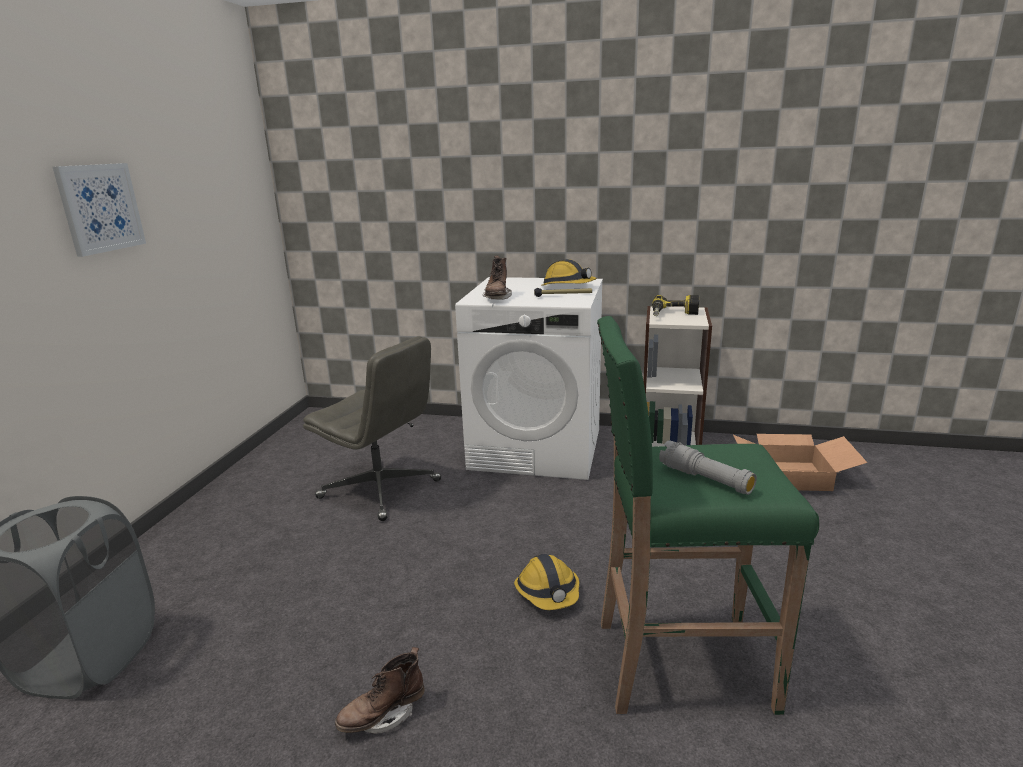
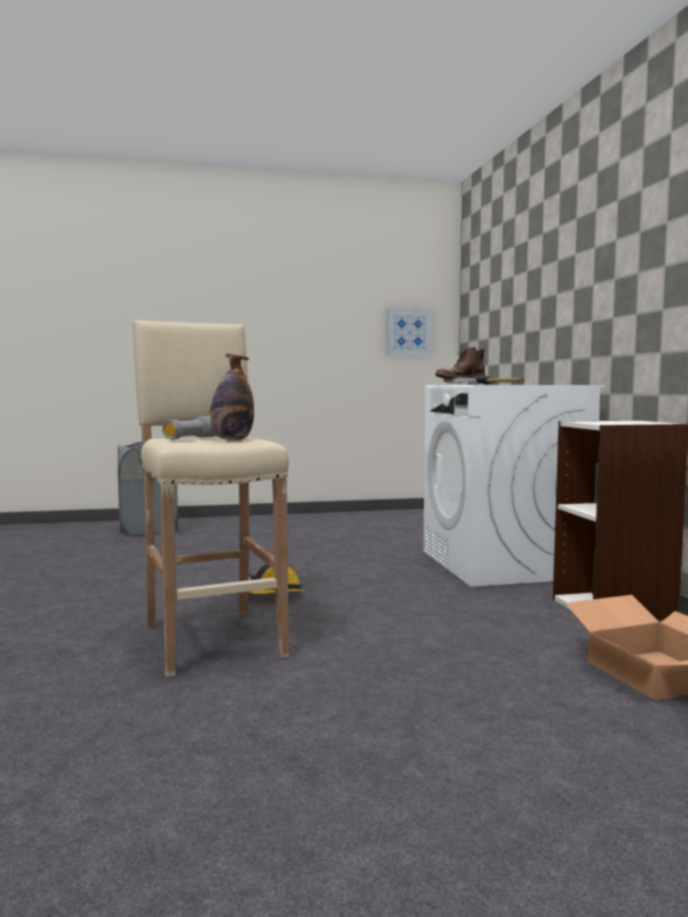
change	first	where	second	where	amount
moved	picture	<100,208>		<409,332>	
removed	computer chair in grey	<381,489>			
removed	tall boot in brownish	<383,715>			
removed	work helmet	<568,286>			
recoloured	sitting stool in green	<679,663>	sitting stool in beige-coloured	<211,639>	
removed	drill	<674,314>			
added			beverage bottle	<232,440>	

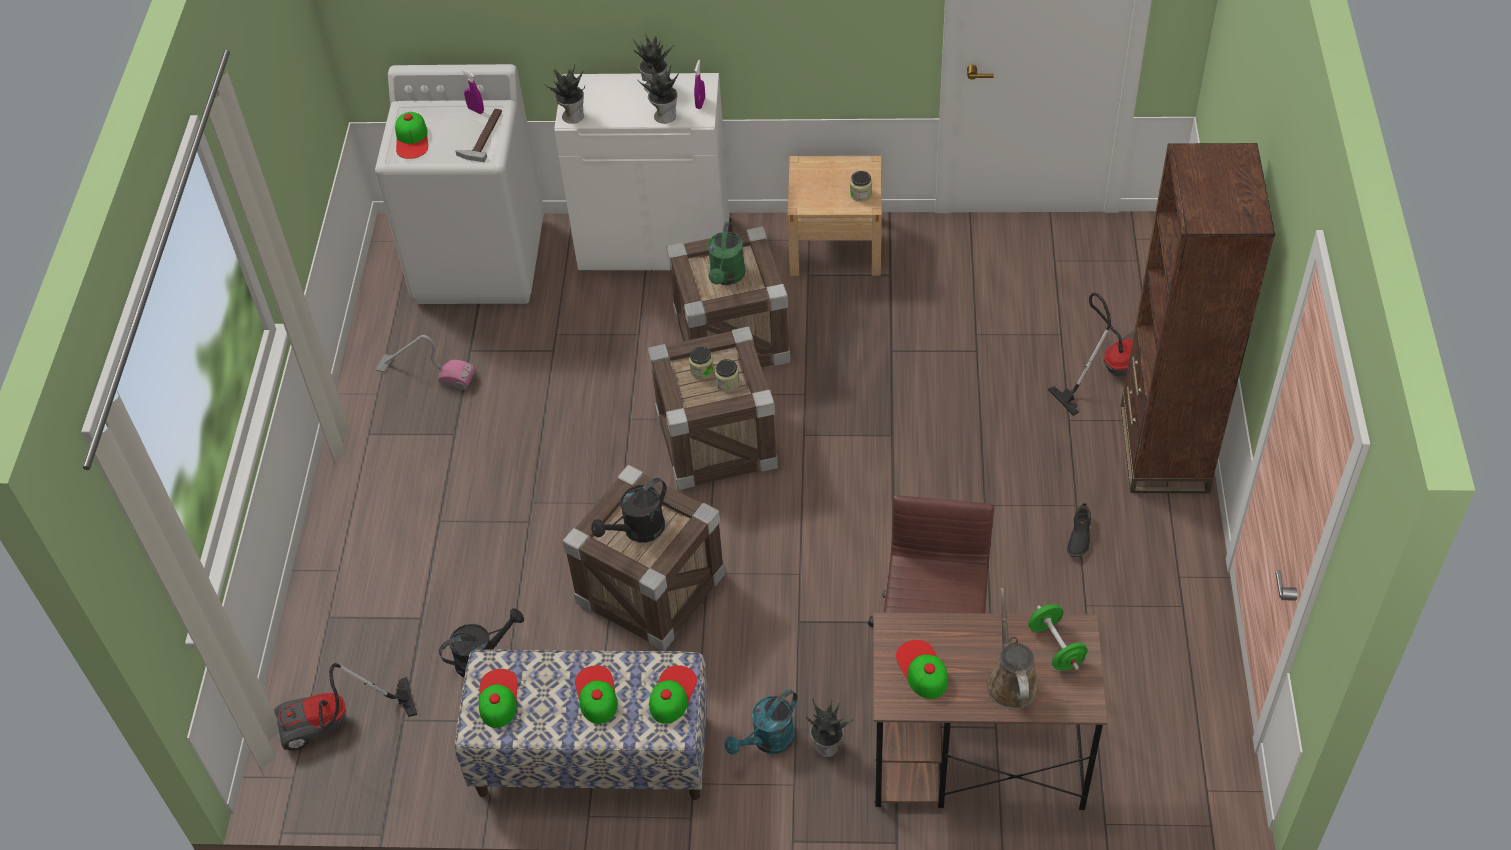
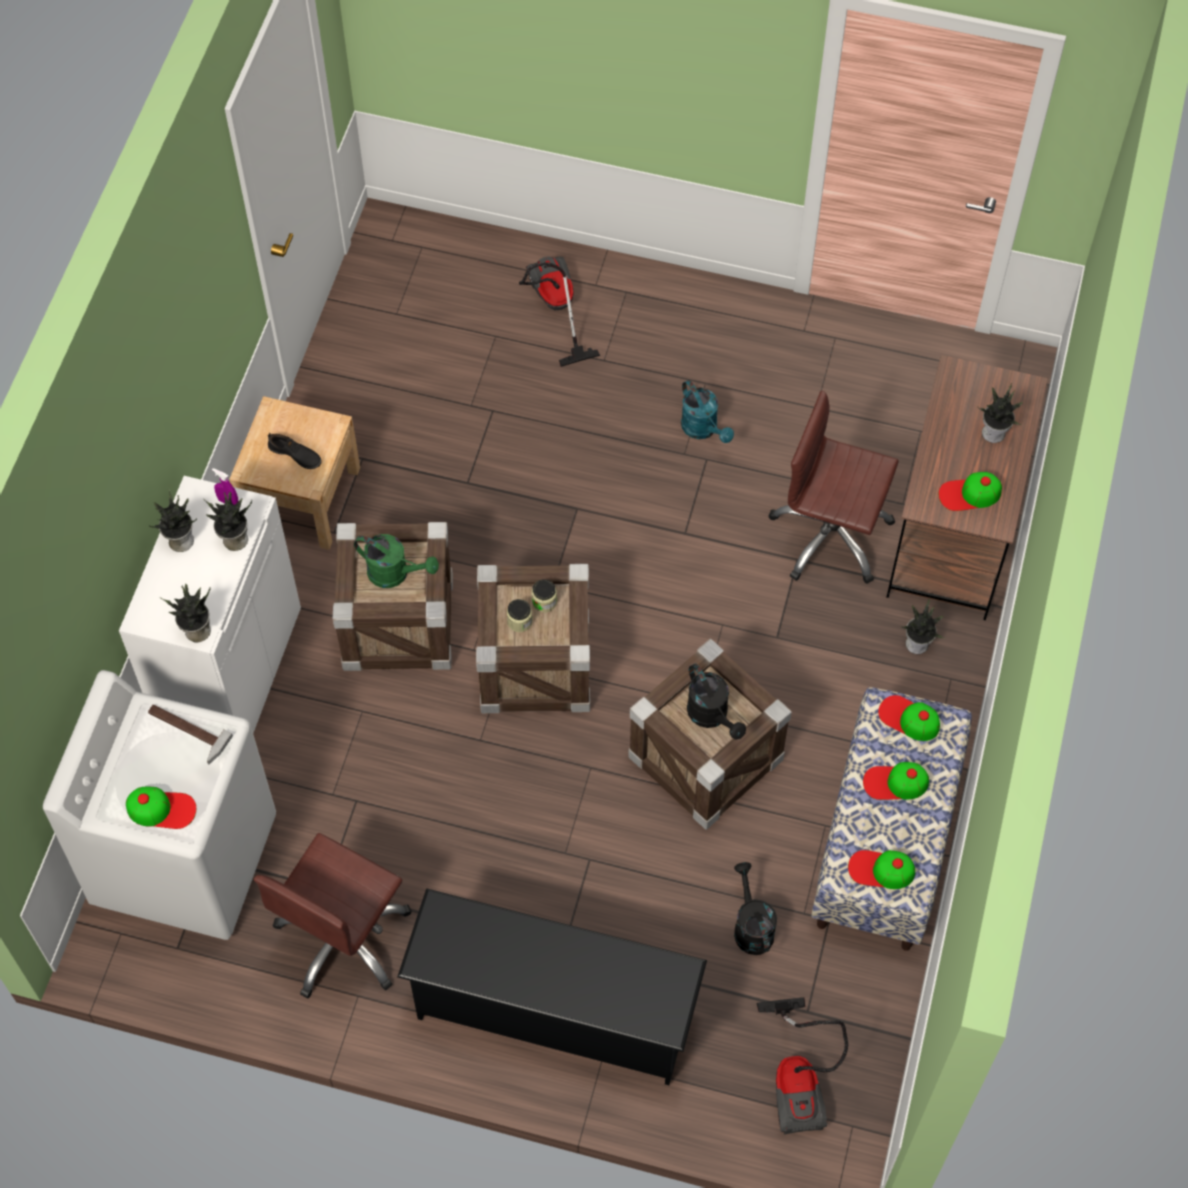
change	first	where	second	where	amount
replaced	vacuum cleaner	<426,372>	computer chair in brownish	<344,938>	
removed	spray bottle in purplish	<476,110>			
moved	sprinkling can in blue-green	<768,741>		<703,429>	
removed	jar	<861,194>			
replaced	sprinkling can in brownish	<1011,681>	plant in a pot	<994,433>	
removed	hand weight in green	<1056,647>			
moved	item of footwear in black-coloured	<1079,536>		<295,455>	
removed	bookshelf in brownish	<1163,448>			
added			shoe stand in black-coloured	<554,1011>	

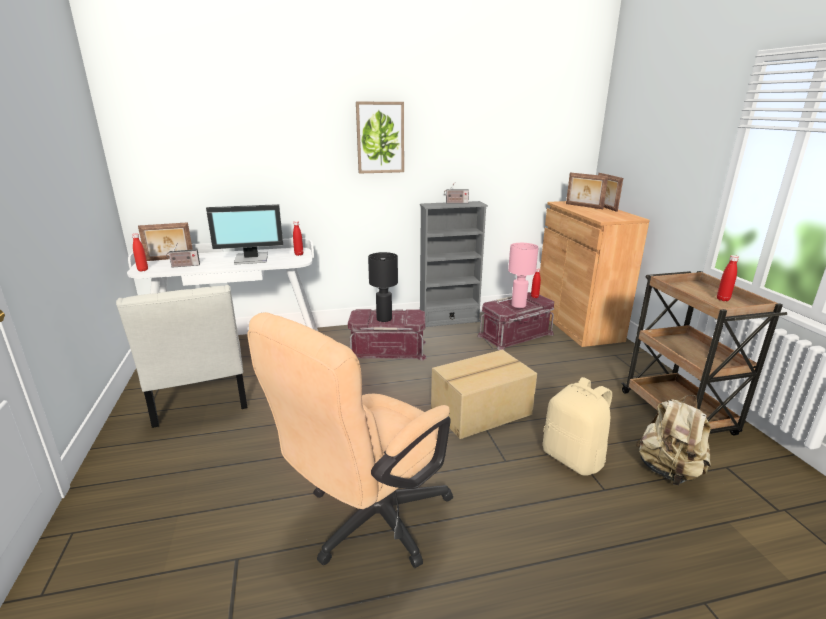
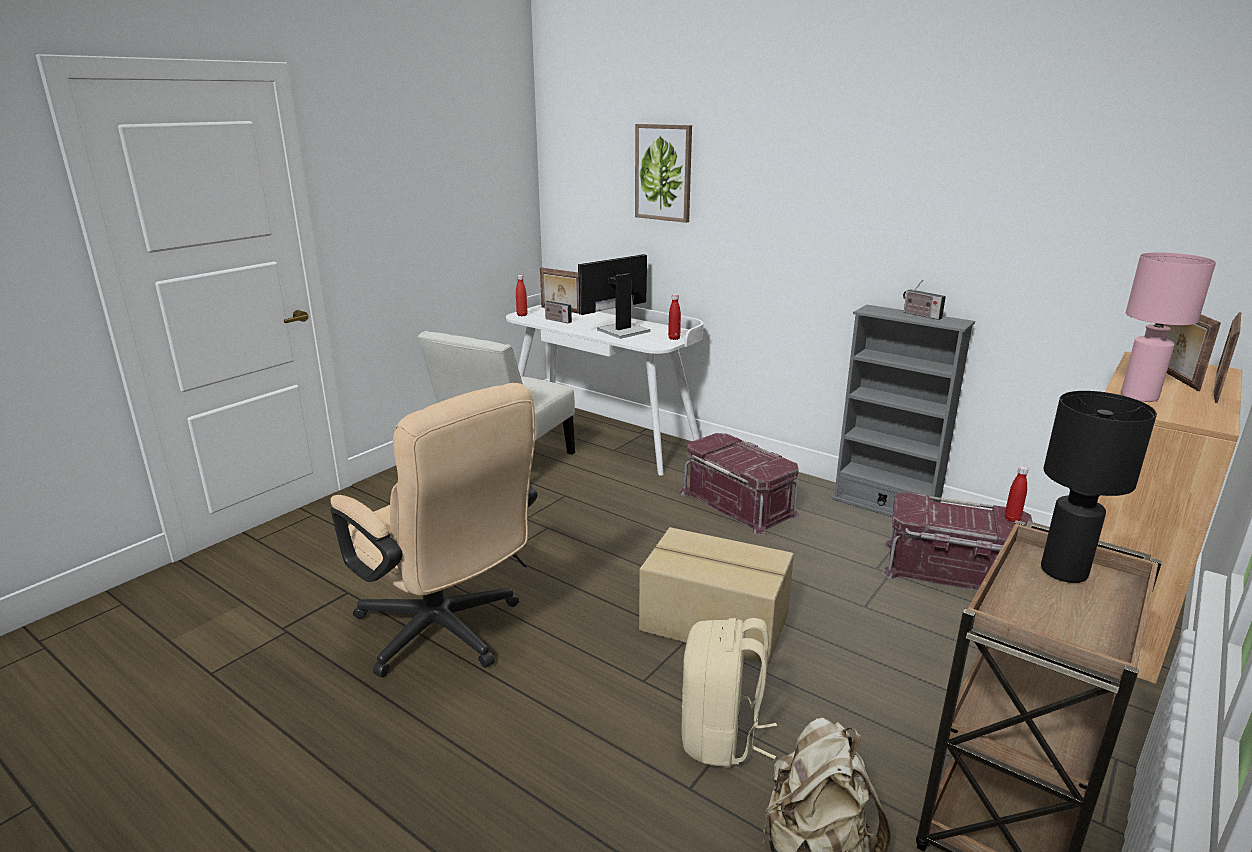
change	first	where	second	where	amount
turned	monitor	<252,259>		<621,330>	105 degrees clockwise
turned	computer chair in beige-coloured	<367,523>		<447,634>	135 degrees counterclockwise
moved	picture	<380,137>		<663,172>	
moved	table lamp in black-coloured	<384,319>		<1063,572>	
moved	table lamp in pink-coloured	<518,305>		<1139,397>	
removed	beverage bottle in red-coloured	<723,299>			

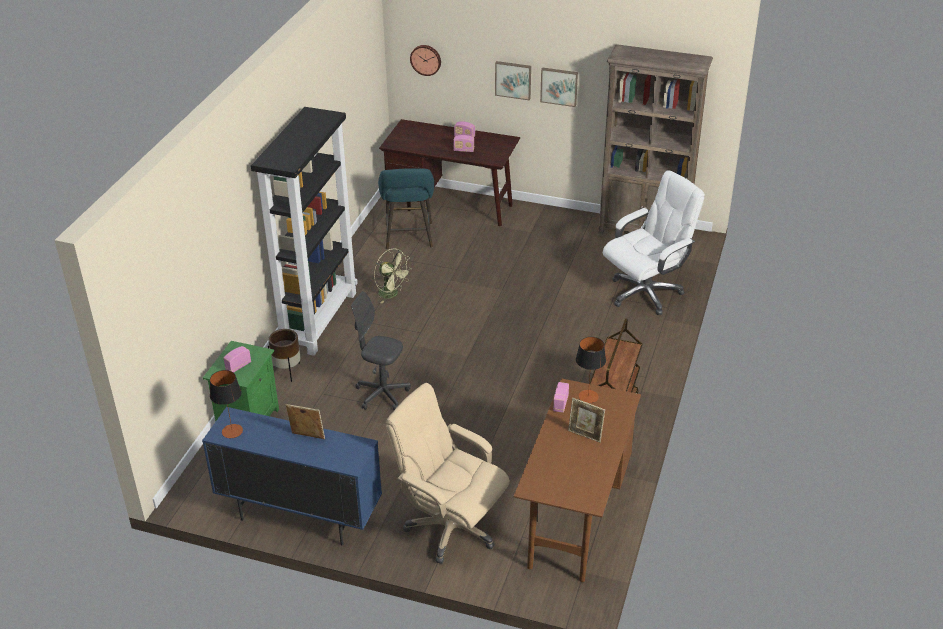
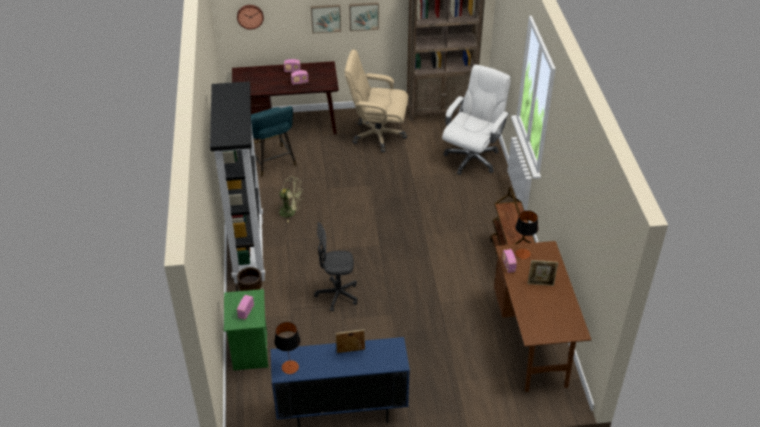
change	first	where	second	where	amount
moved	computer chair in beige-coloured	<450,527>		<377,135>	

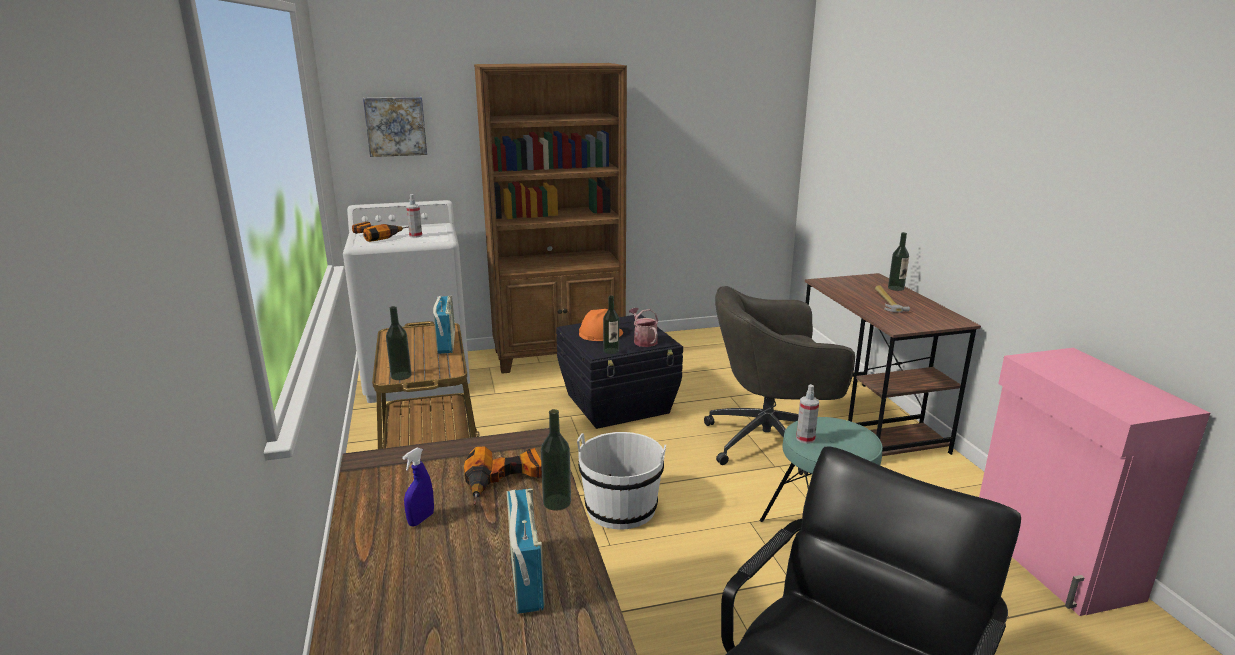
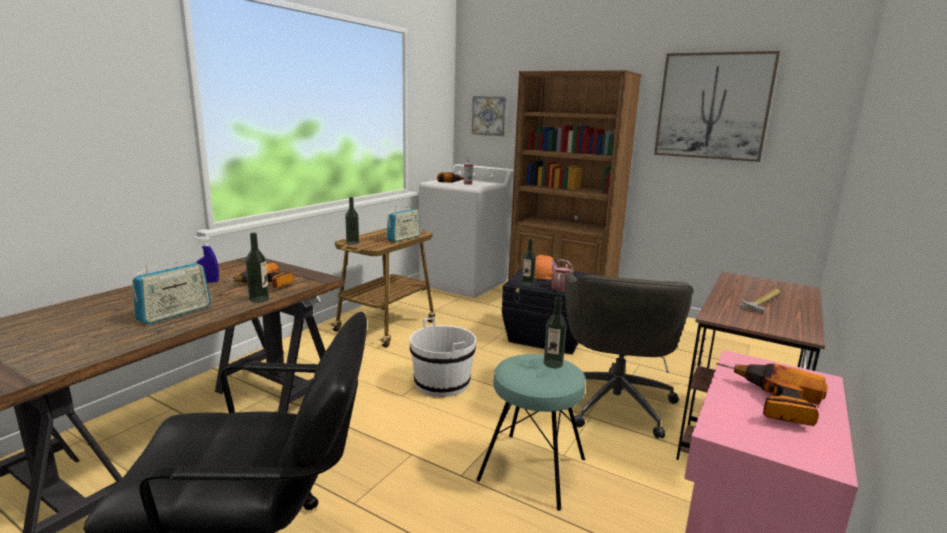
change	first	where	second	where	amount
turned	computer chair in grey	<770,441>		<615,401>	120 degrees counterclockwise
removed	spray bottle	<805,438>			
moved	beverage bottle	<896,288>		<553,364>	
added			picture	<713,106>	
added			drill	<771,403>	

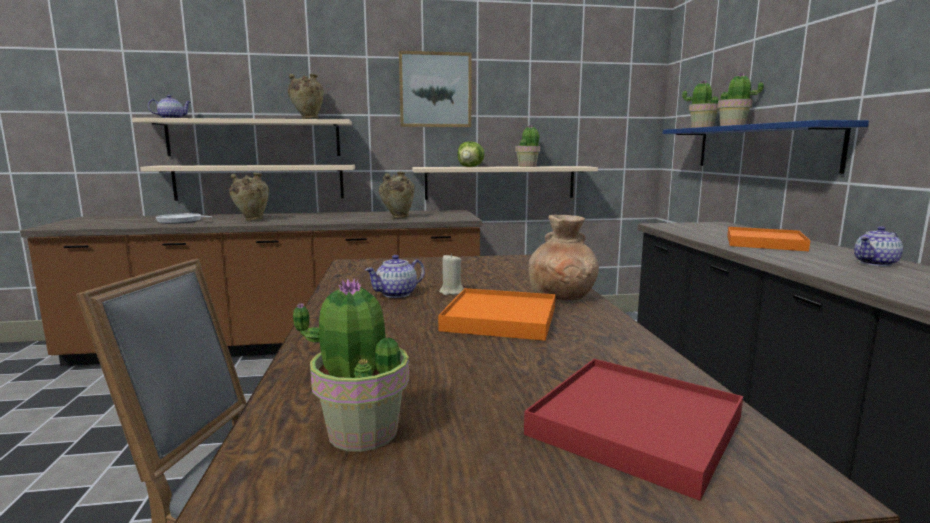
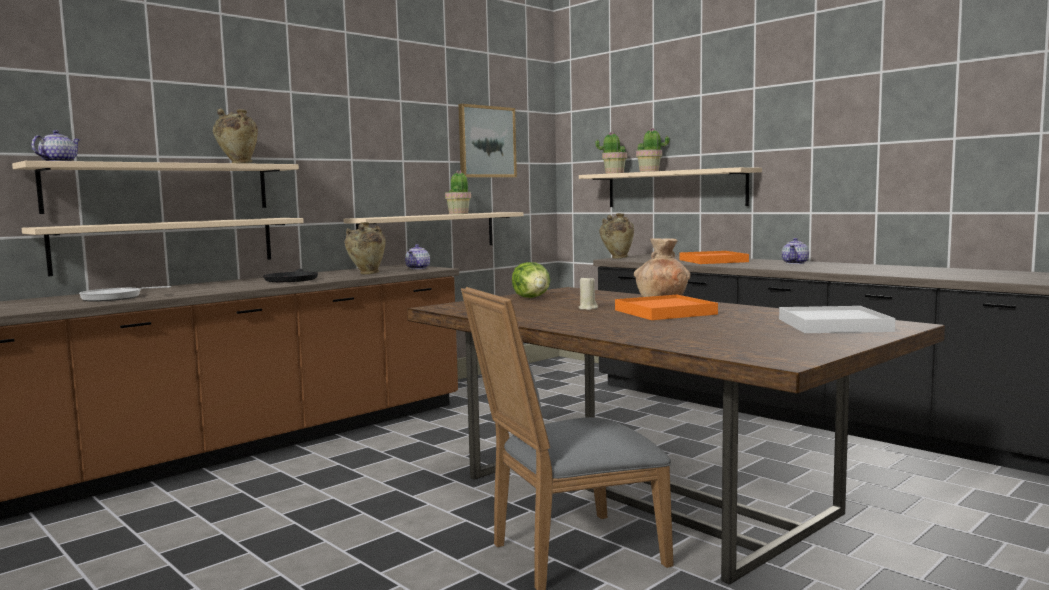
change	first	where	second	where	amount
moved	vase in beige-coloured	<252,220>		<617,258>	
removed	plant in a pot	<362,431>			
moved	tea pot	<397,294>		<418,268>	
moved	picture	<435,90>		<486,142>	
moved	head of lettuce	<470,167>		<532,297>	
recoloured	serving tray in red-coloured	<635,427>	serving tray in white	<834,325>	
recoloured	wall shelf in bluish	<762,147>	wall shelf in beige-coloured	<674,189>	
added			frying pan in black-coloured	<291,280>	

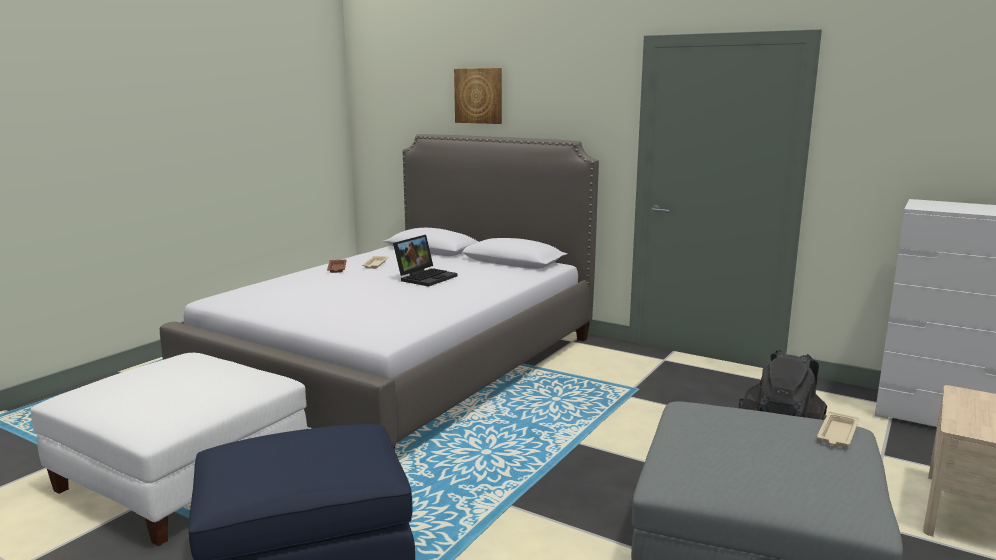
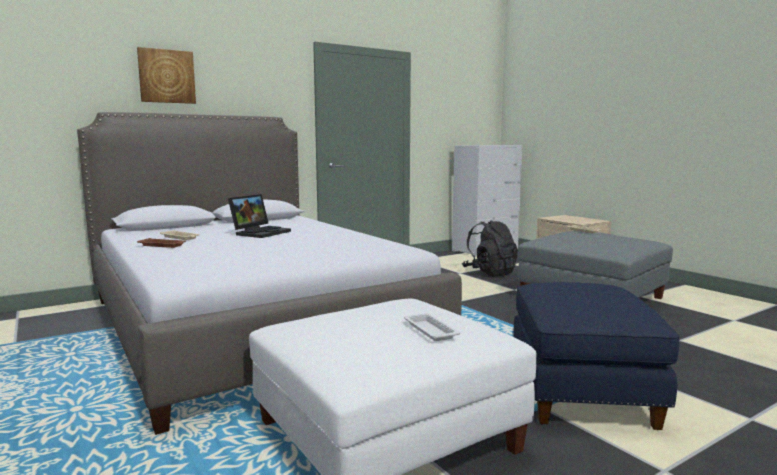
change	first	where	second	where	amount
turned	notebook computer	<426,277>		<260,232>	60 degrees clockwise
added			serving tray in white	<429,330>	

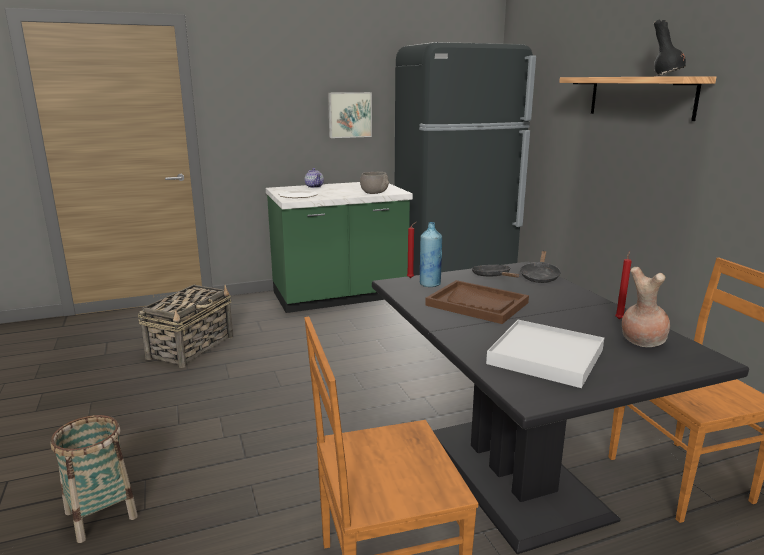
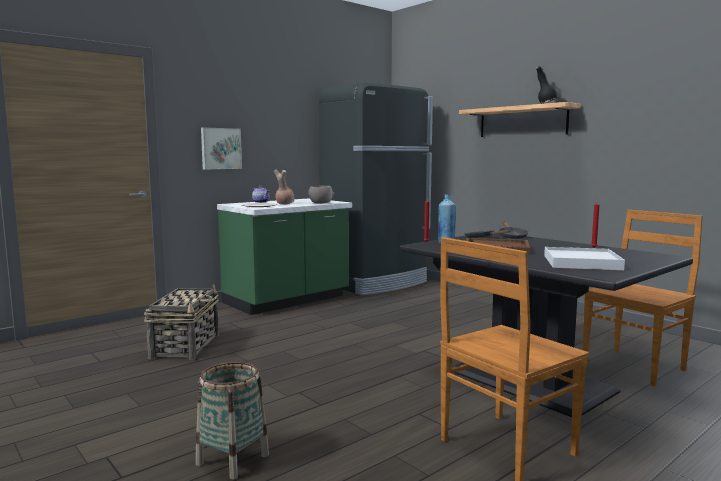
change	first	where	second	where	amount
moved	picture	<349,115>		<220,148>	
moved	vase in brownish	<641,341>		<284,204>	

